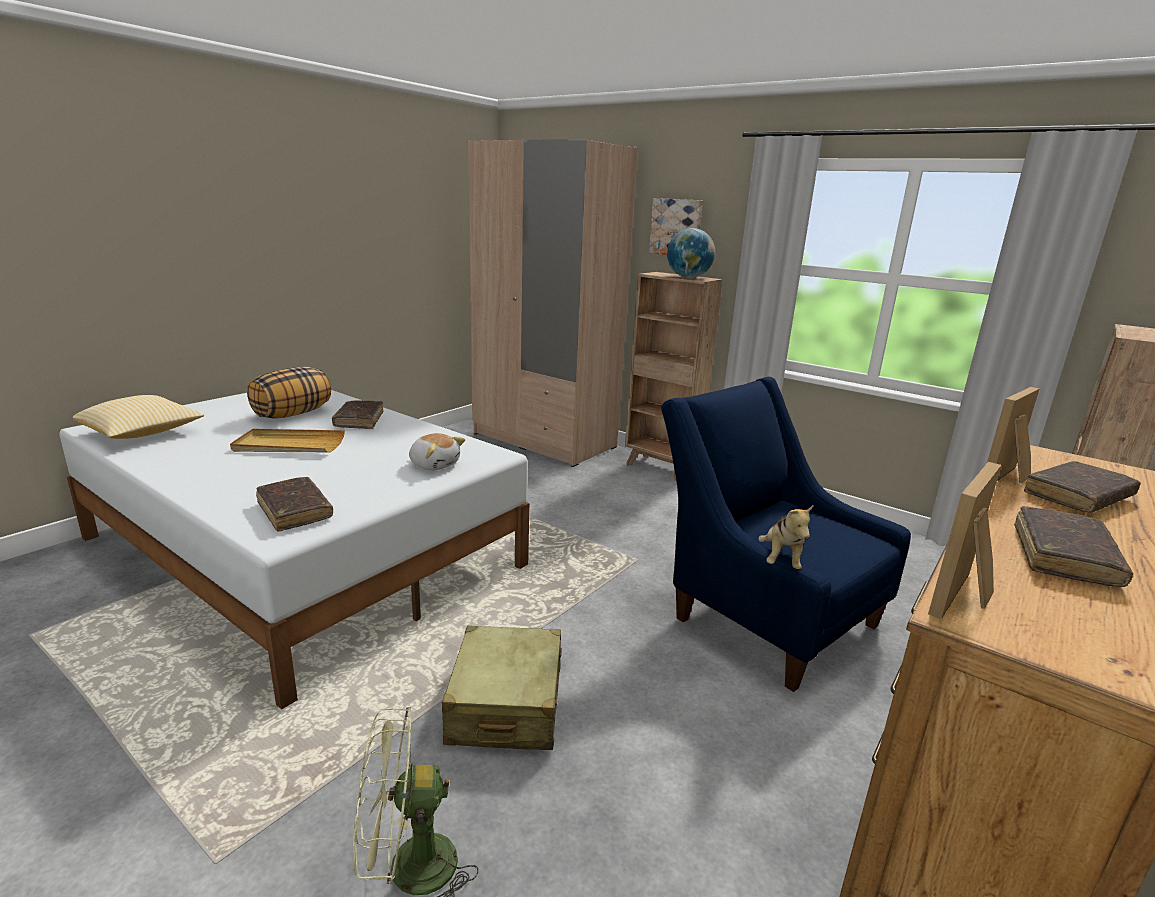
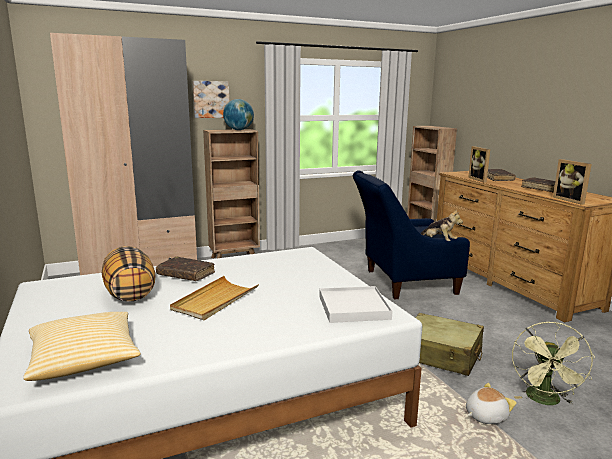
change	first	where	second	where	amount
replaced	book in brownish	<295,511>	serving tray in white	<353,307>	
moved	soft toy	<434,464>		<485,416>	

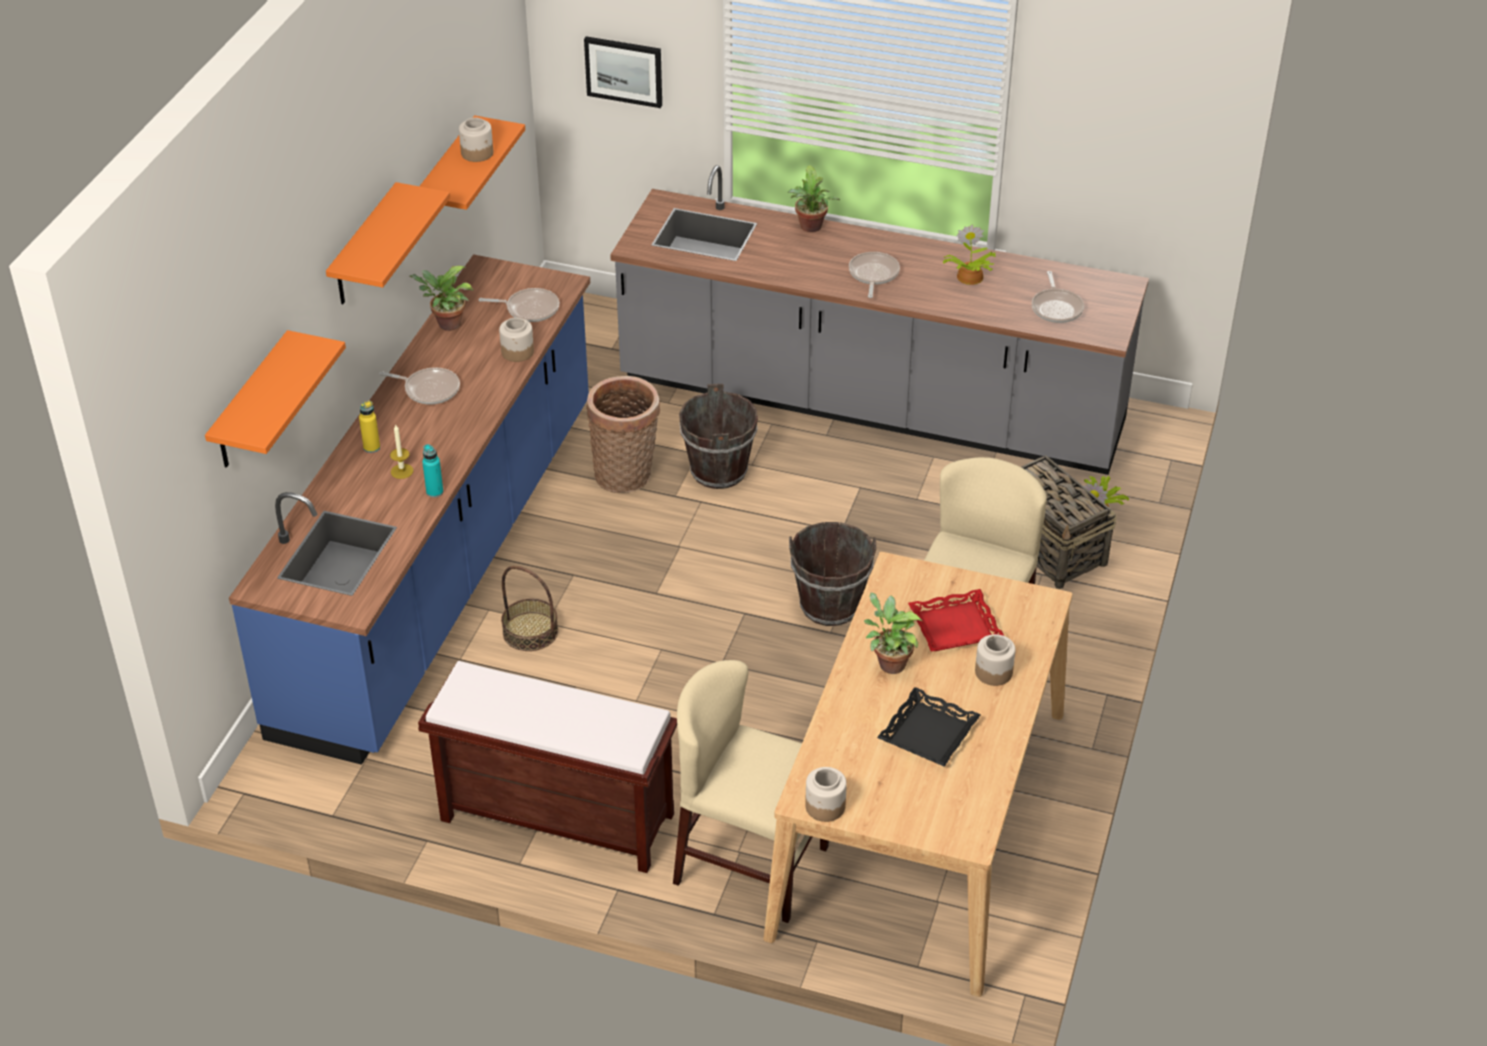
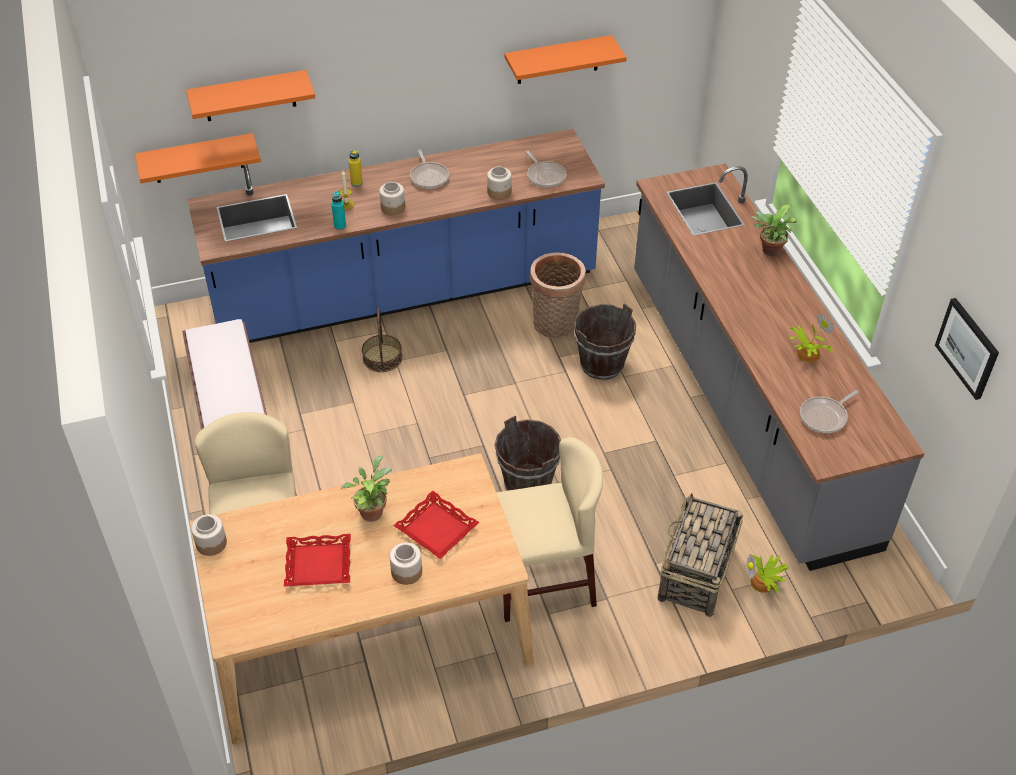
change	first	where	second	where	amount
moved	wall shelf in orangey	<364,247>		<197,158>	
removed	plant in a pot	<446,325>			
moved	jar	<477,153>		<393,208>	
moved	picture	<624,71>		<968,348>	
removed	frying pan	<873,275>			
recoloured	serving tray in black-coloured	<928,733>	serving tray in red-coloured	<318,564>	

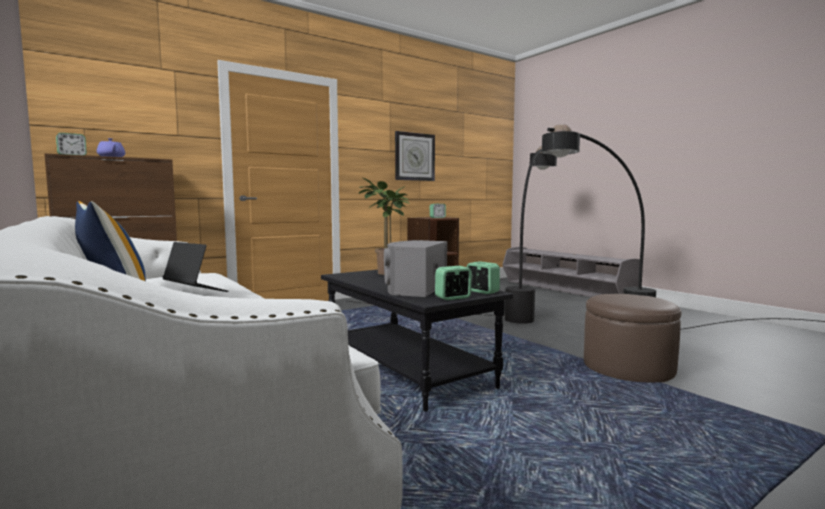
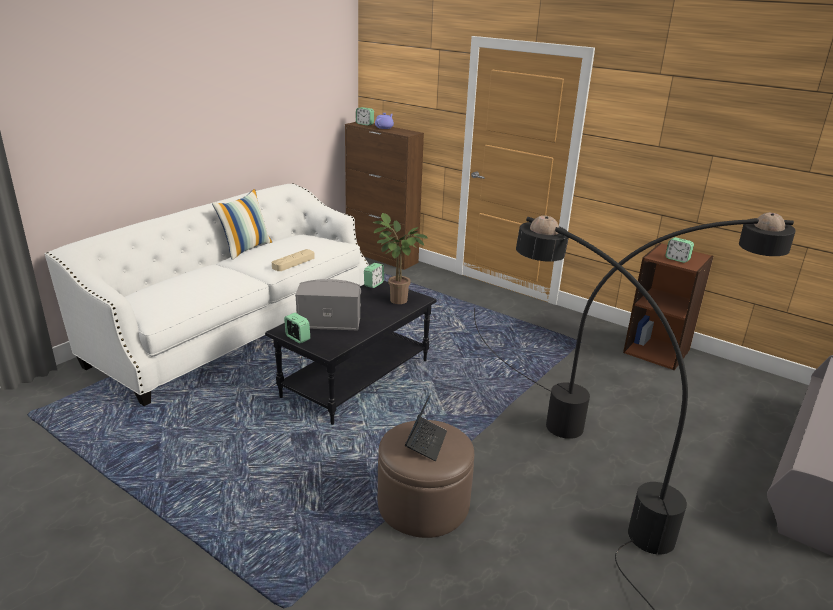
change	first	where	second	where	amount
moved	notebook computer	<195,291>		<426,442>	
removed	wall clock	<414,157>			
moved	bedside clock	<482,292>		<373,284>	
added			serving tray in beige-coloured	<293,263>	

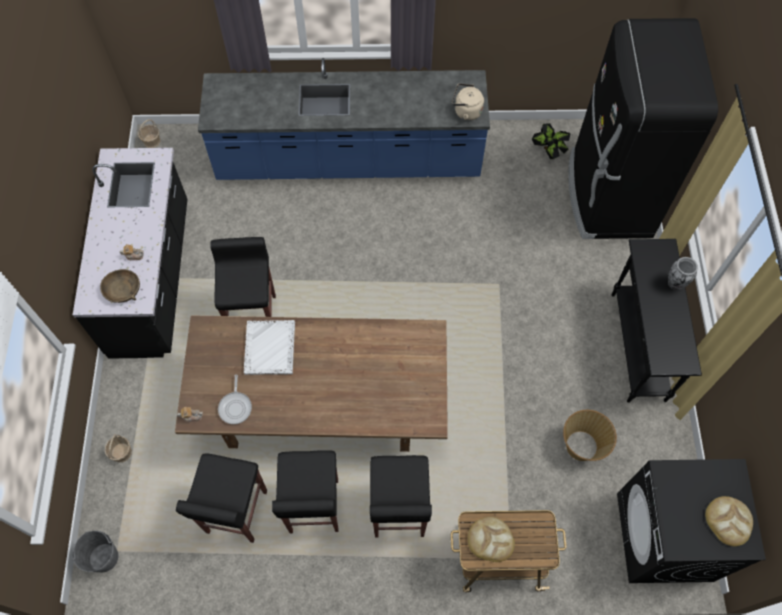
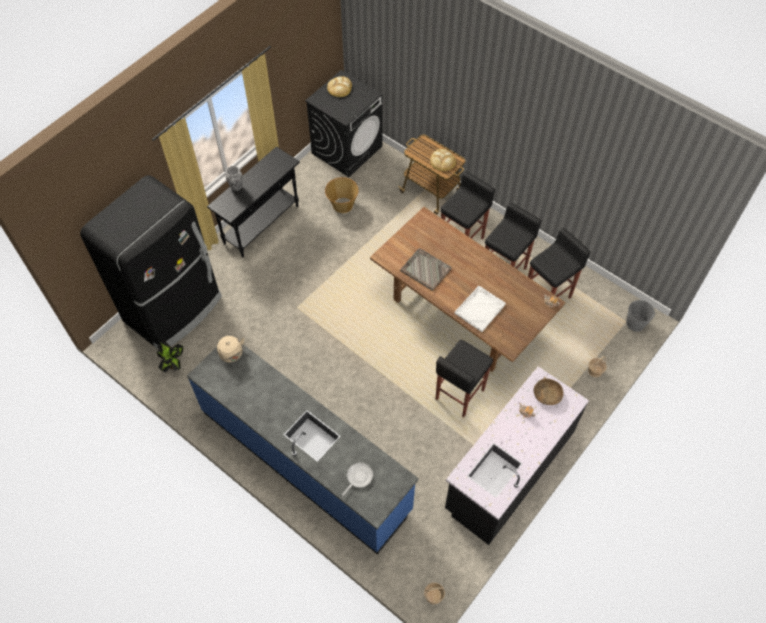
change	first	where	second	where	amount
moved	frying pan	<235,406>		<358,477>	
added			serving tray in grey	<425,269>	

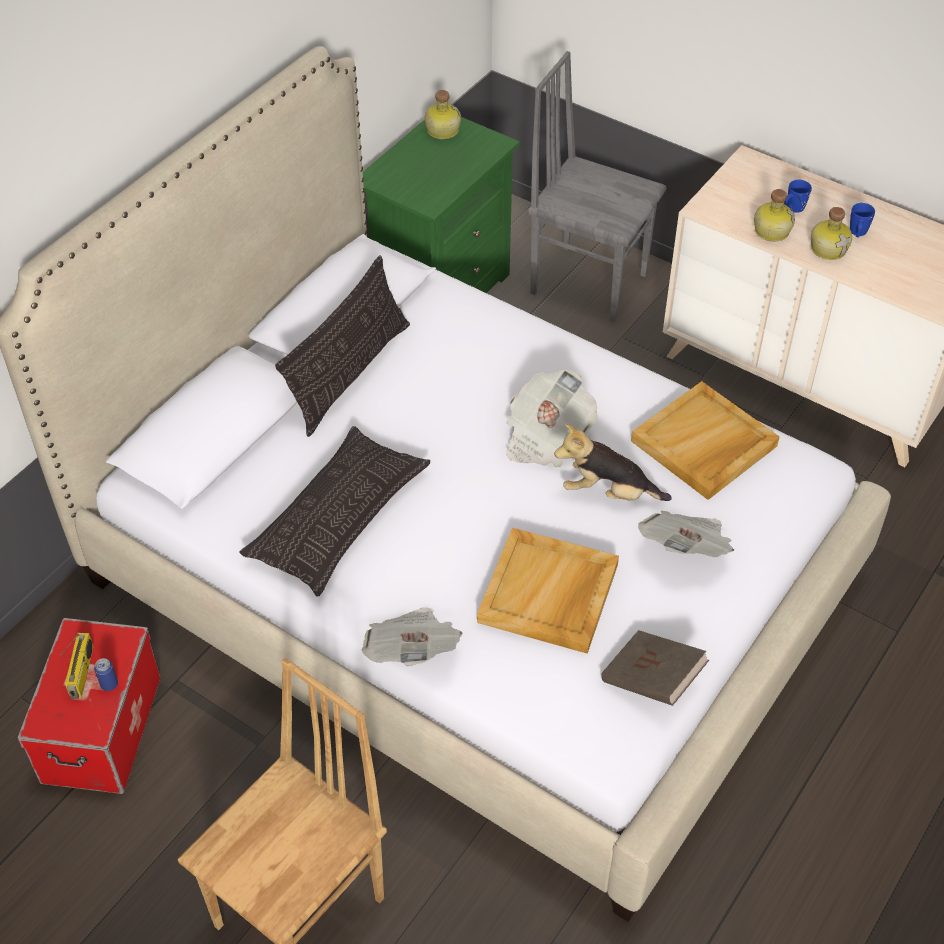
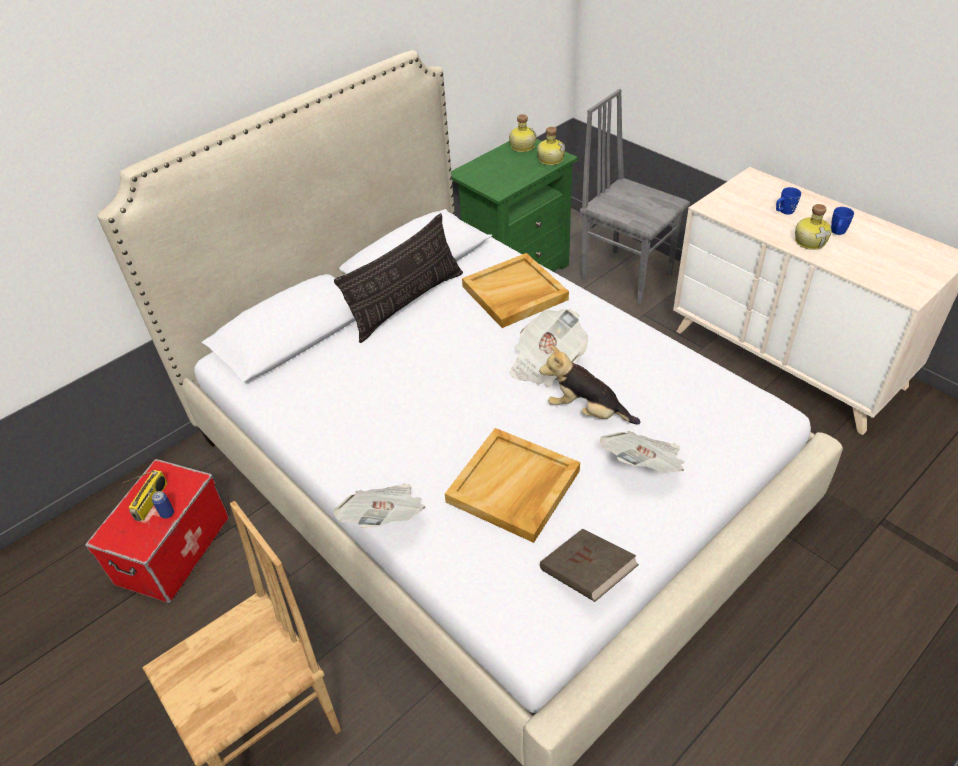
change	first	where	second	where	amount
removed	throw pillow	<338,517>			
moved	serving tray in beige-coloured	<704,444>		<514,294>	
moved	beverage bottle	<771,230>		<550,159>	

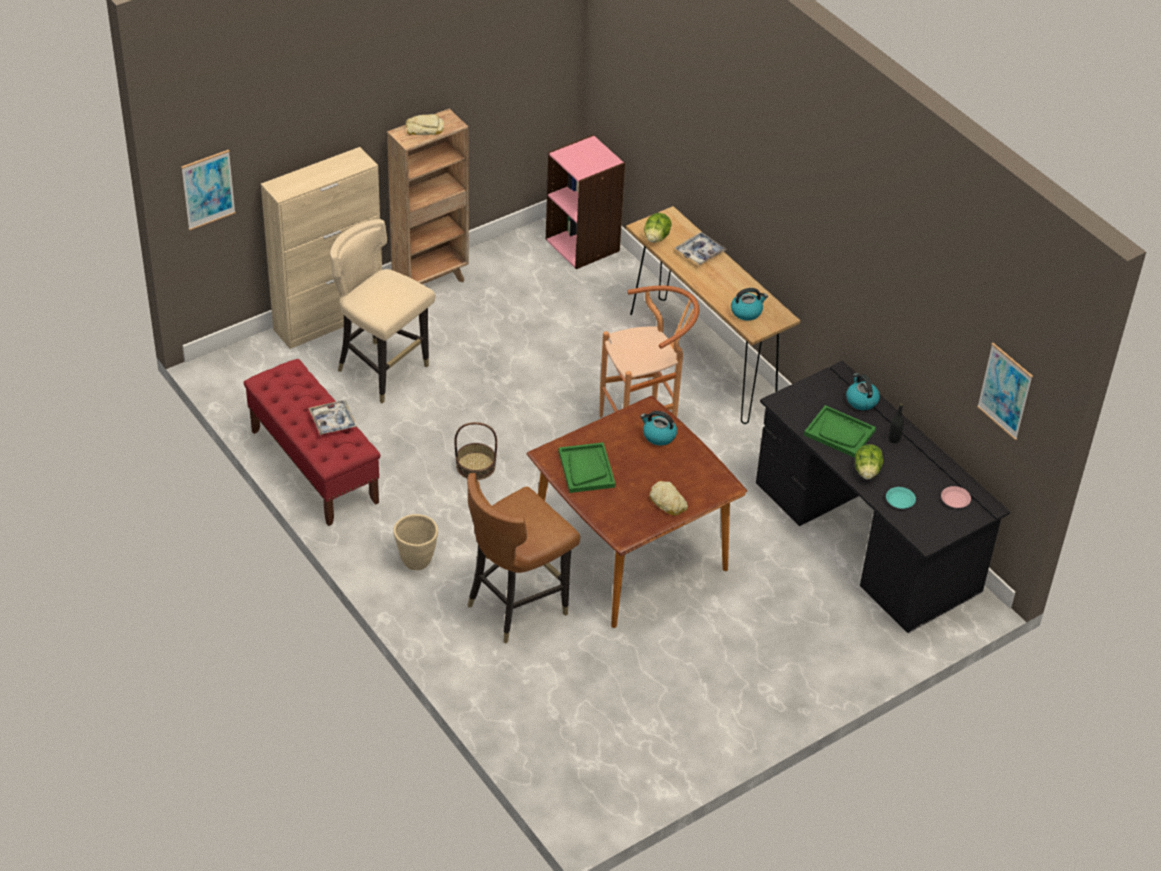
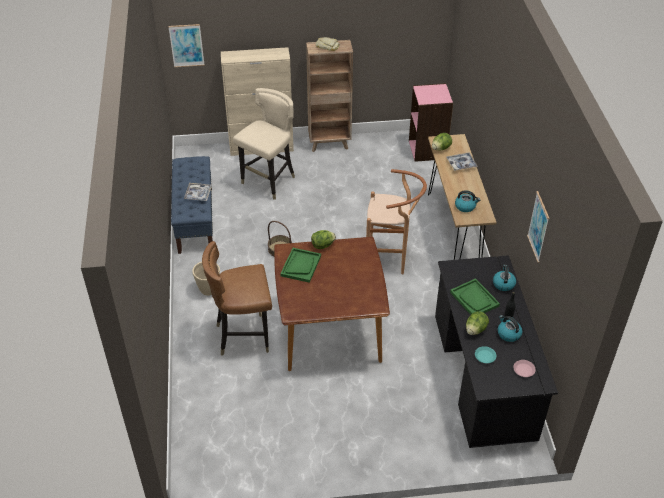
change	first	where	second	where	amount
recoloured	bench in red-coloured	<314,466>	bench in bluish	<195,219>	
turned	upright chair in beige-coloured	<383,371>		<269,182>	60 degrees clockwise
moved	tea kettle	<658,436>		<508,334>	
removed	bread	<667,502>			
moved	picture	<1005,391>		<538,227>	
added			head of lettuce	<323,245>	

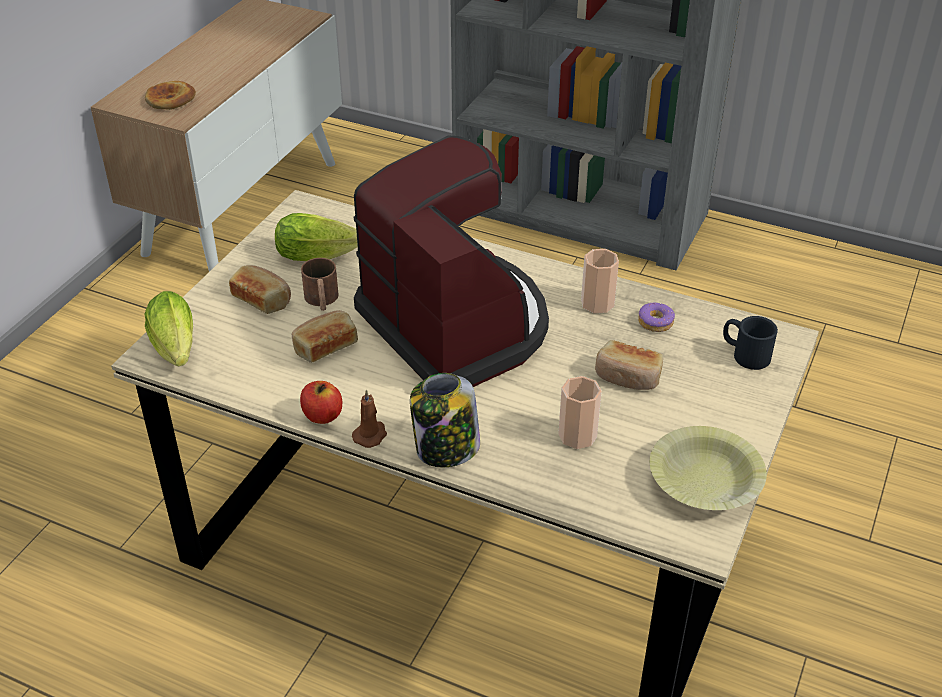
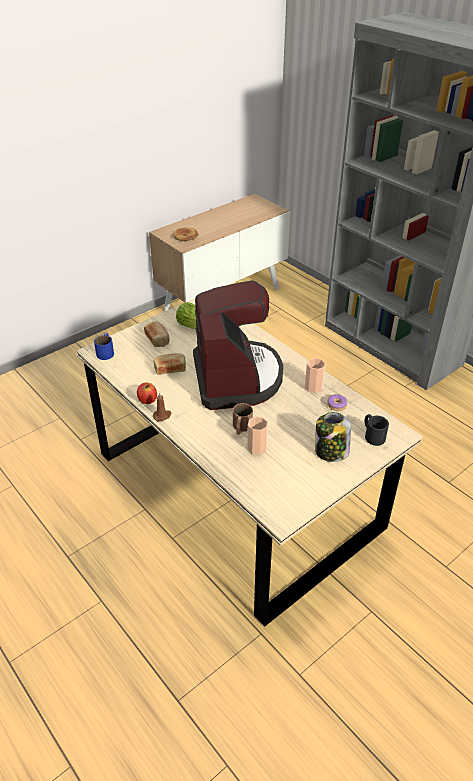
change	first	where	second	where	amount
replaced	head of lettuce	<176,350>	coffee mug in bluish	<106,351>	
moved	coffee mug in brownish	<322,301>		<241,428>	
moved	jar	<446,449>		<331,452>	
removed	bread	<628,377>			
removed	serving bowl in yellowish	<704,482>			

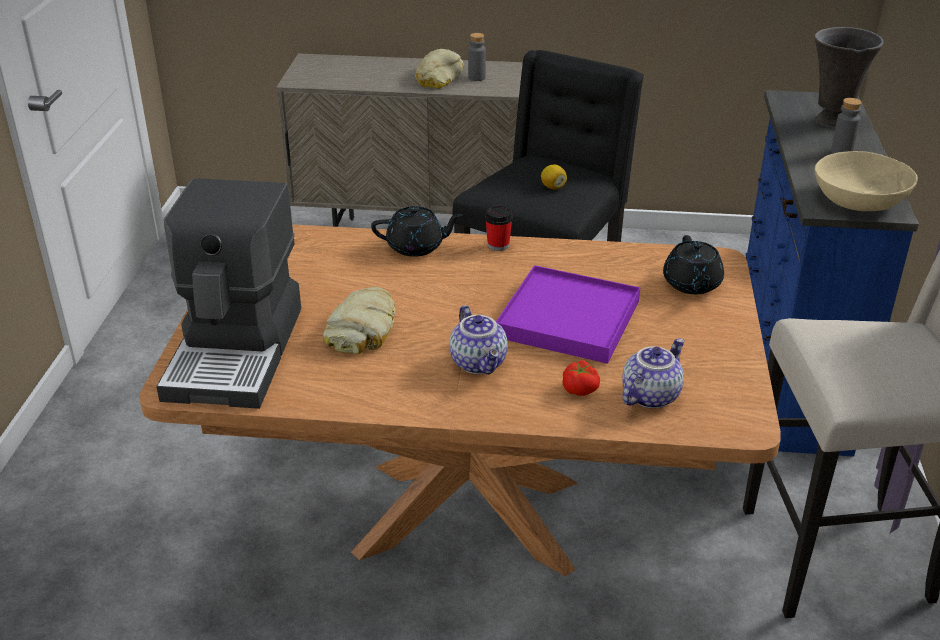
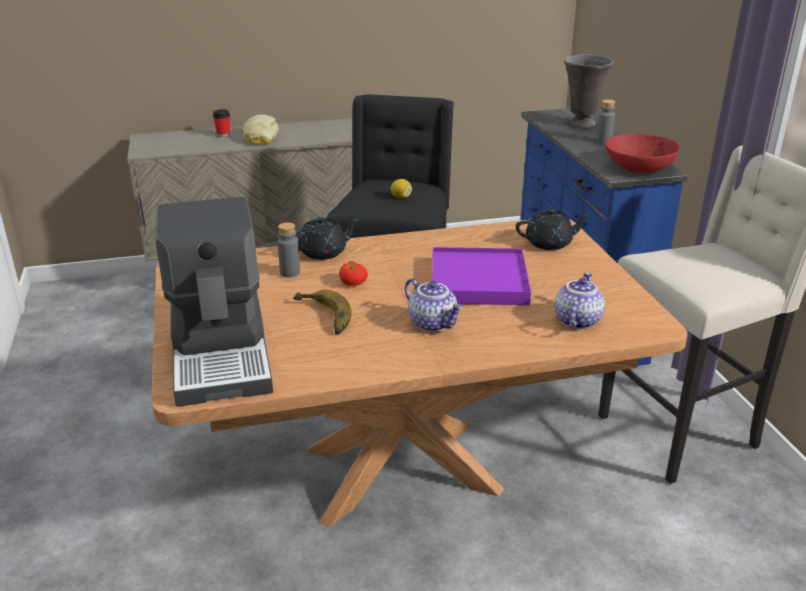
change	first	where	second	where	amount
replaced	bread	<363,329>	banana fruit	<321,317>	
moved	beverage bottle in grey	<476,78>		<290,272>	
moved	drinking cup	<498,245>		<223,135>	
moved	tomato	<580,389>		<353,282>	
turned	tea pot in black-coloured	<691,284>		<549,243>	75 degrees counterclockwise
recoloured	serving bowl in beige-coloured	<859,200>	serving bowl in red-coloured	<639,167>	

